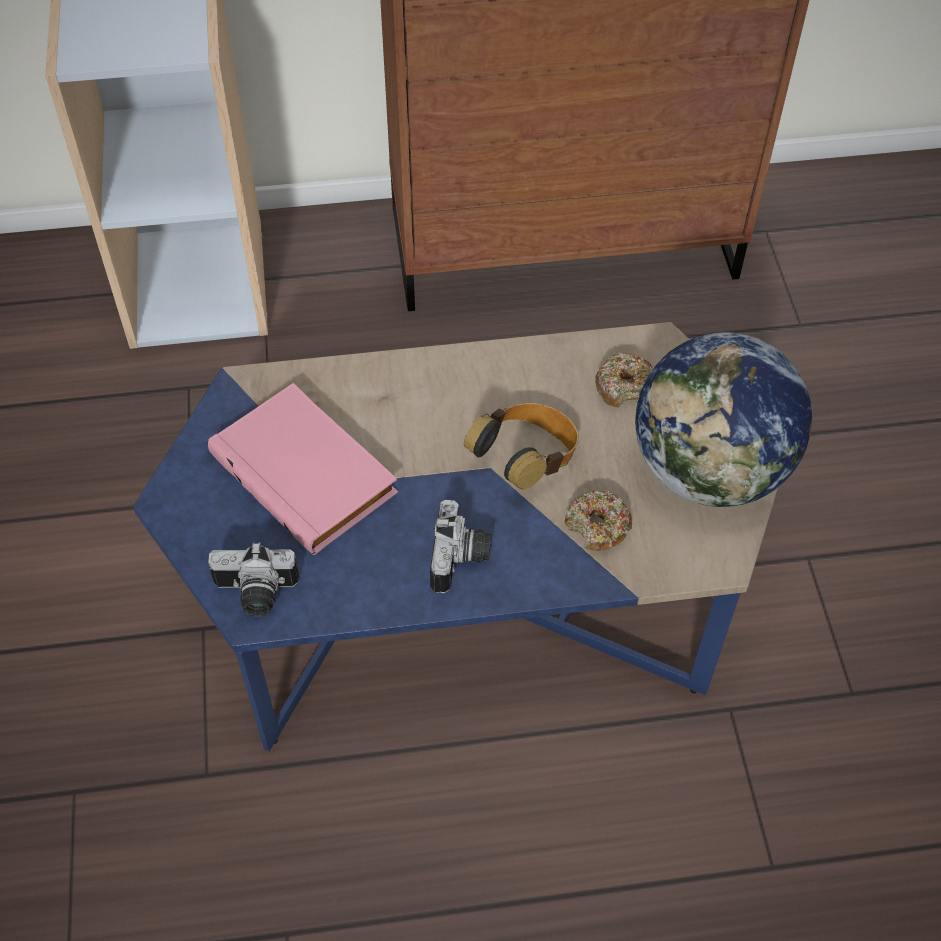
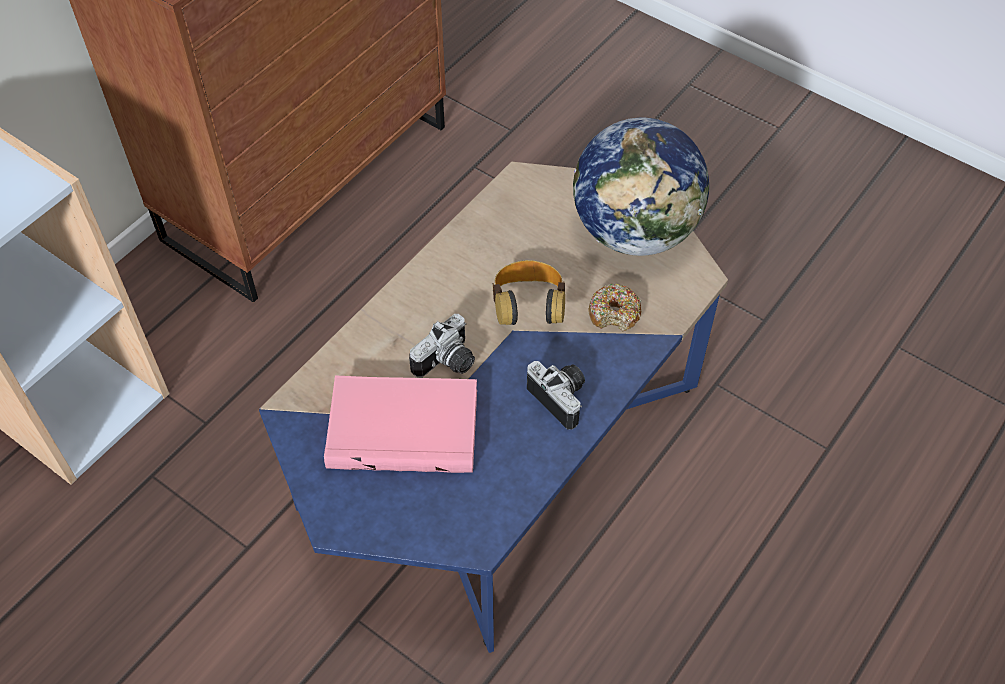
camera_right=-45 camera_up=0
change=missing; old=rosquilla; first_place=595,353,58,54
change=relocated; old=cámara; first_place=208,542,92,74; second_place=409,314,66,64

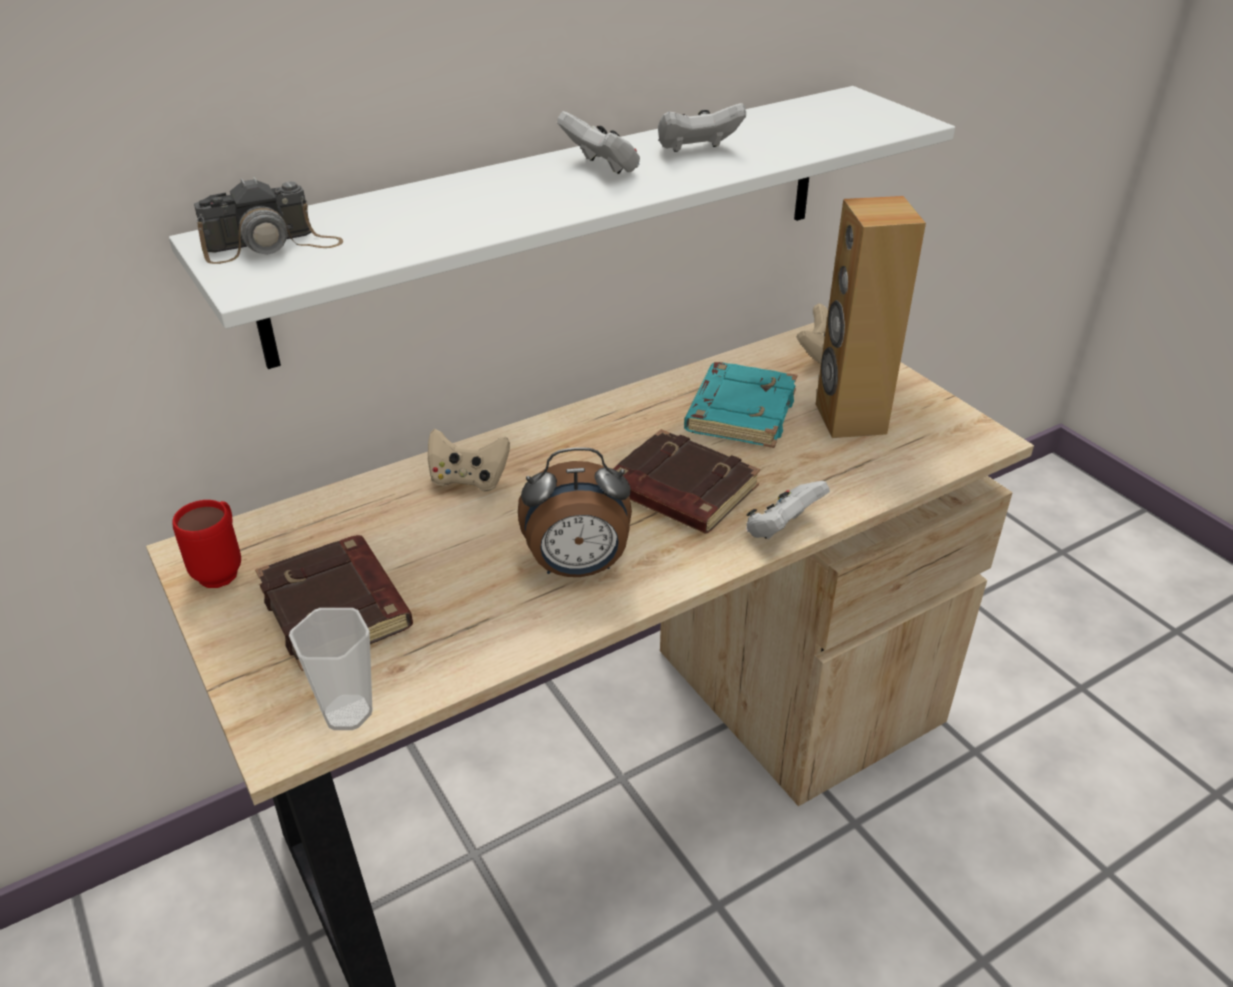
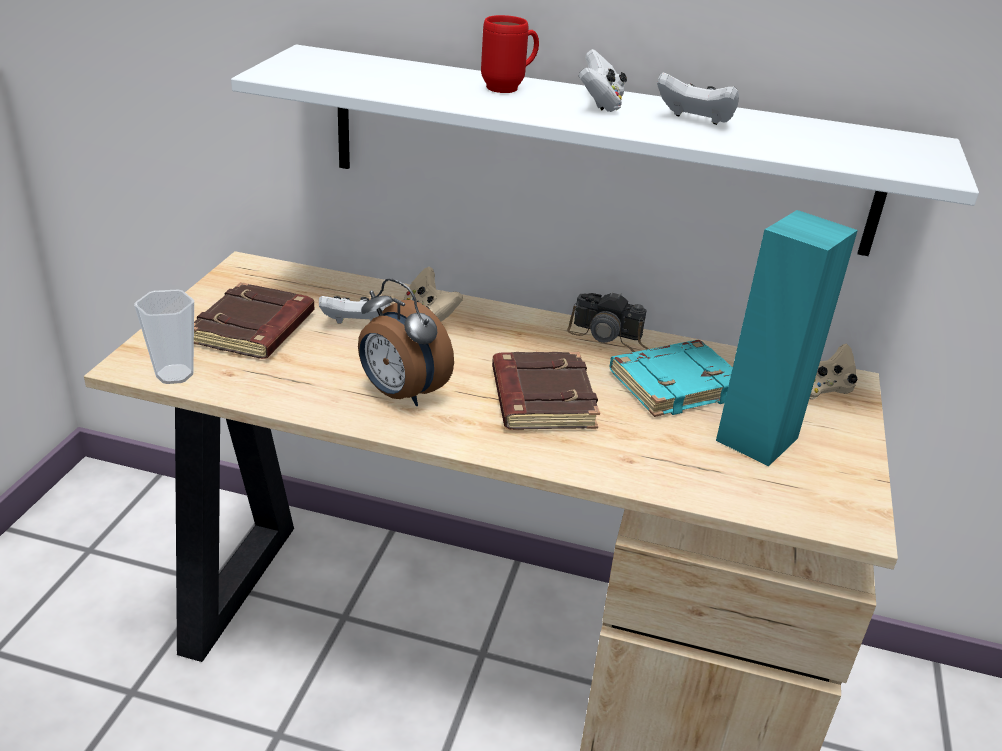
camera_right=45 camera_up=-5
change=relocated; old=cámara; first_place=194,177,149,87; second_place=567,291,82,61
change=colour; old=altavoz [marrón]; new=altavoz [turquesa]; first_place=816,196,110,242; second_place=716,210,142,256
change=relocated; old=mando de consola [blanco]; first_place=746,481,84,58; second_place=319,296,72,27
change=relocated; old=taza grande [rojo]; first_place=173,500,68,88; second_place=481,15,58,78

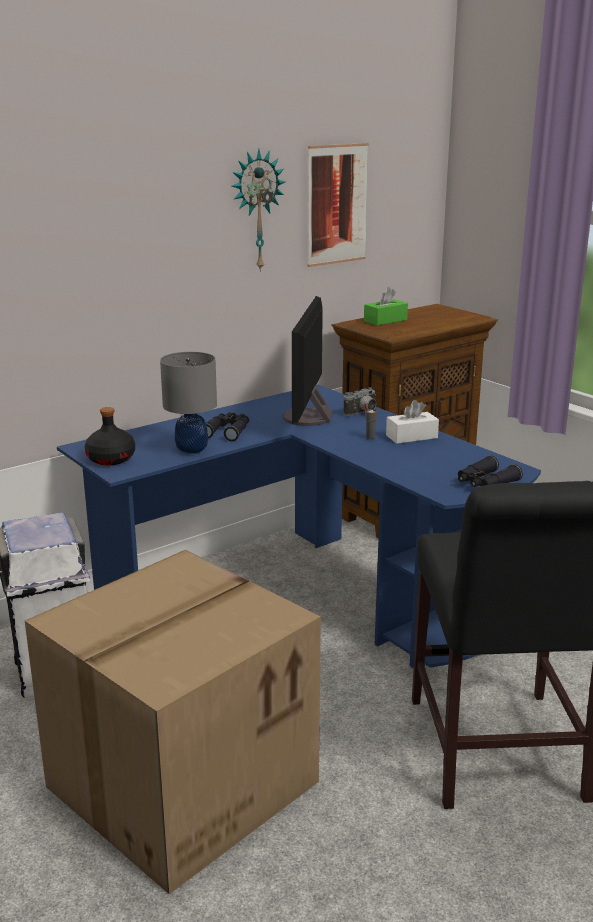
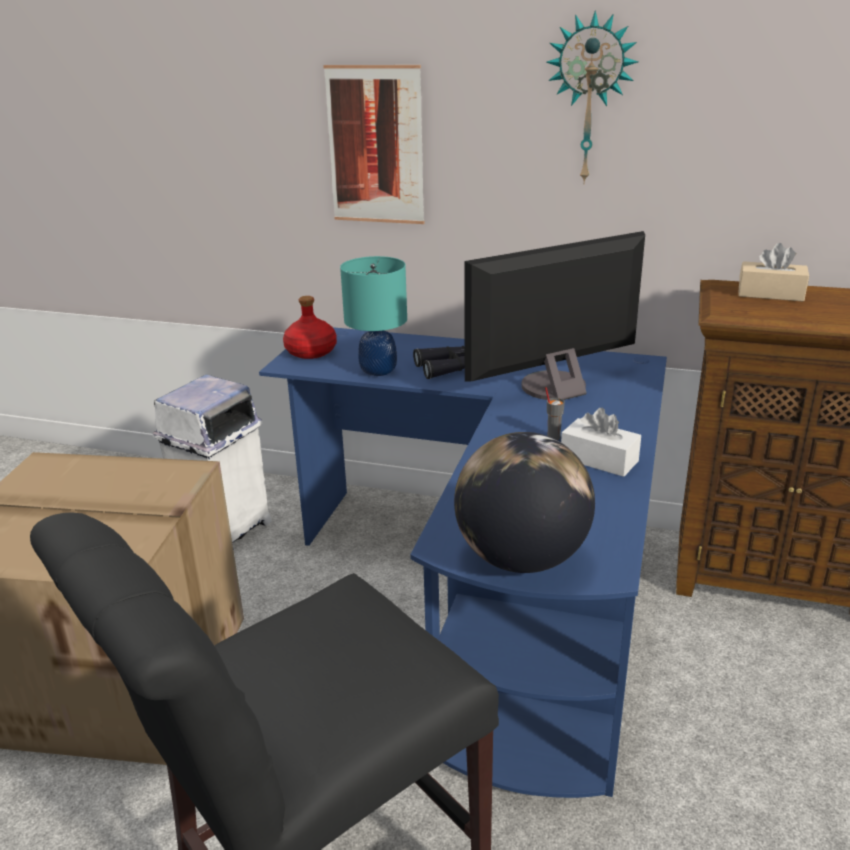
camera_right=55 camera_up=5
change=relocated; old=cuadro; first_place=308,143,61,124; second_place=323,65,102,159
change=colour; old=caja de pañuelos [verde]; new=caja de pañuelos [beis]; first_place=364,287,44,39; second_place=738,243,71,59
change=colour; old=lámpara de mesa [gris]; new=lámpara de mesa [turquesa]; first_place=160,352,57,102; second_place=340,256,67,120
change=missing; old=cámara; first_place=344,387,33,29
change=colour; old=botella [negro]; new=botella [rojo]; first_place=85,407,50,58; second_place=283,296,54,63
change=exchanged; old=prismáticos [negro]; new=globo terráqueo; first_place=458,456,65,31; second_place=454,432,141,141

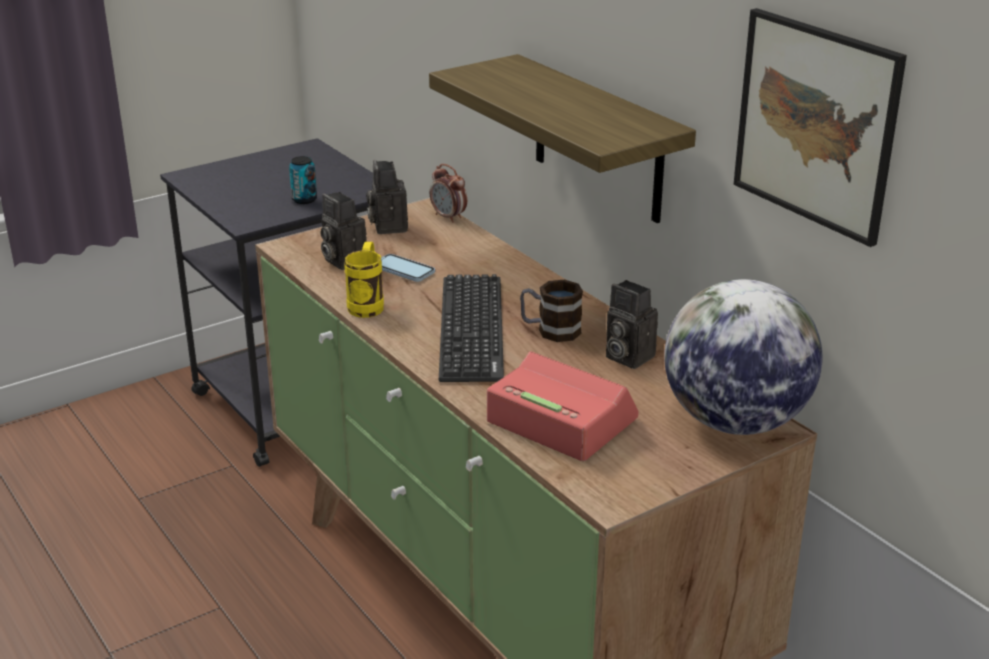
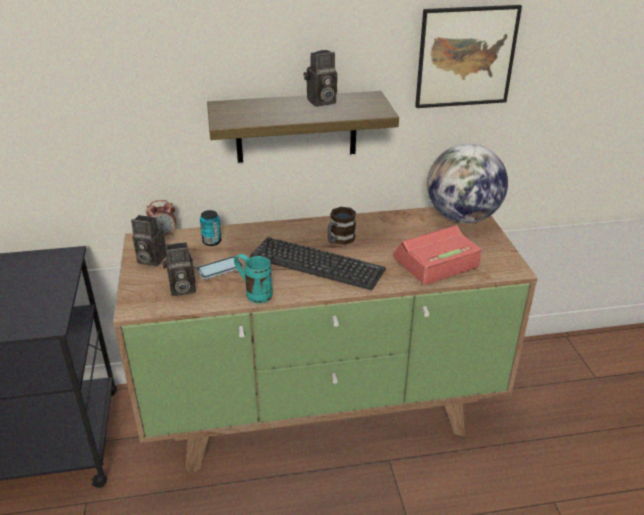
camera_right=-65 camera_up=5
change=relocated; old=lata; first_place=289,156,28,48; second_place=200,210,21,36
change=colour; old=taza grande [amarillo]; new=taza grande [turquesa]; first_place=344,242,40,76; second_place=234,254,38,49
change=relocated; old=cámara; first_place=606,280,52,89; second_place=304,50,33,57

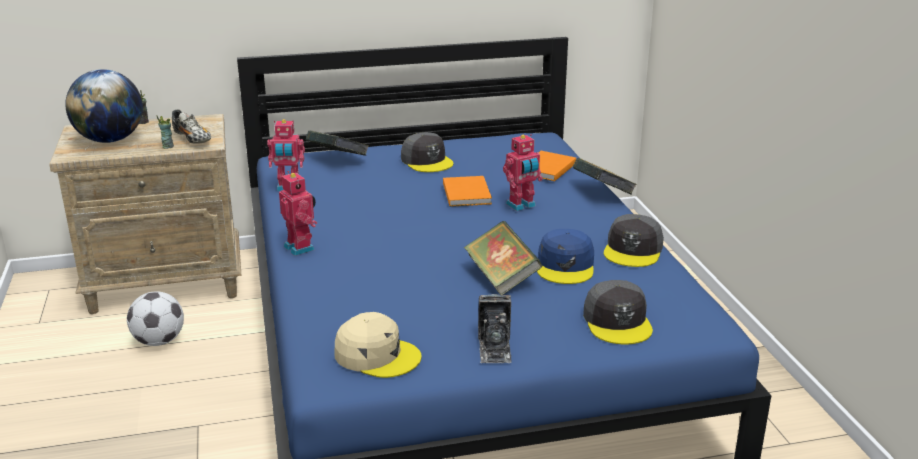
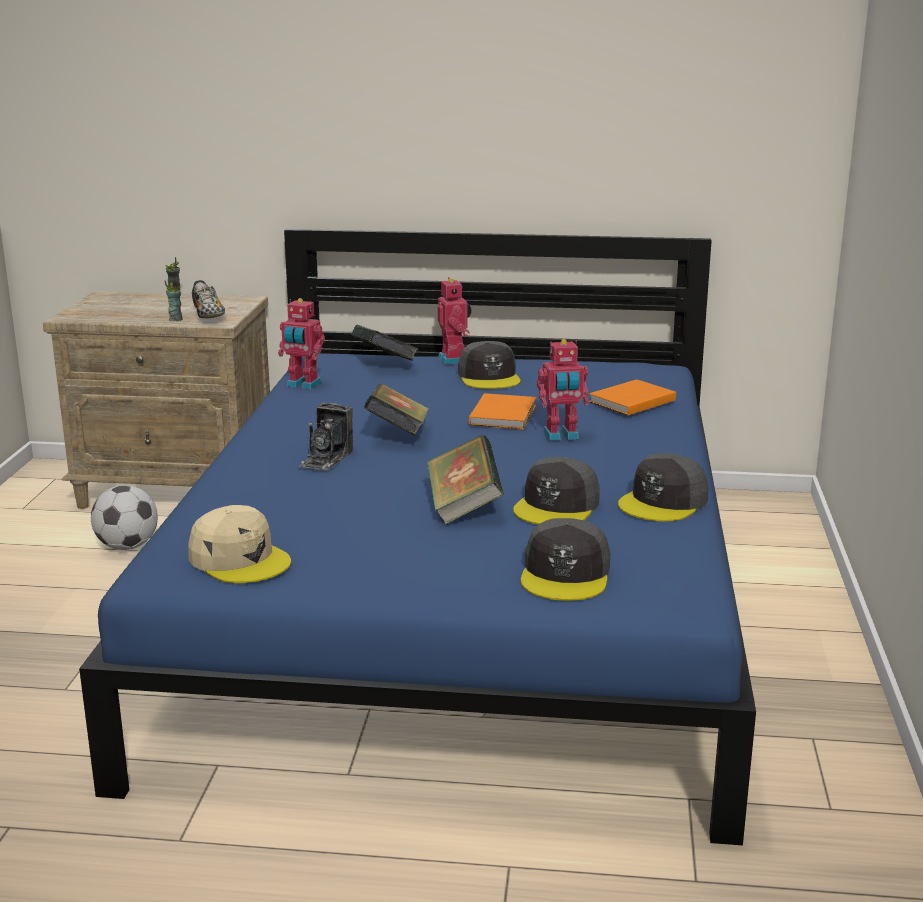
camera_right=20 camera_up=-5
change=missing; old=globo terráqueo; first_place=65,69,78,74
change=relocated; old=libro; first_place=573,158,64,36; second_place=364,384,65,52
change=relocated; old=robot de juguete; first_place=279,171,38,85; second_place=438,277,33,87
change=colour; old=gorra [azul]; new=gorra [gris]; first_place=537,229,57,55; second_place=513,457,87,67
change=relocated; old=cámara; first_place=478,294,34,69; second_place=298,403,55,68

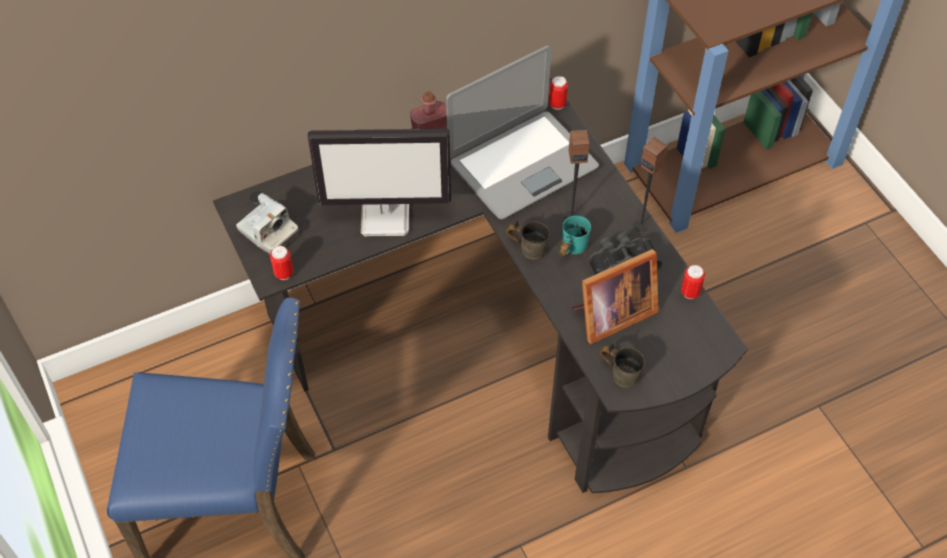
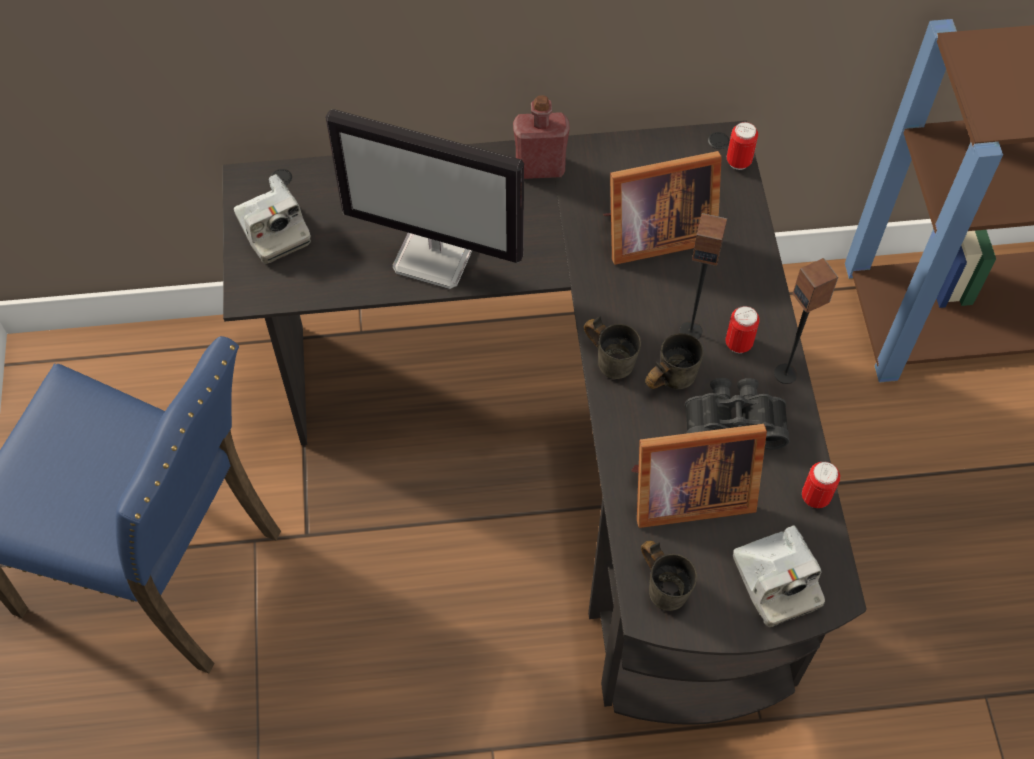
camera_right=20 camera_up=5
change=exchanged; old=portátil; new=portarretratos; first_place=446,45,153,174; second_place=603,151,119,114
change=colour; old=taza grande [turquesa]; new=taza grande [gris]; first_place=559,216,32,41; second_place=645,333,59,56
change=relocated; old=lata; first_place=270,246,23,34; second_place=725,306,35,47
change=appeared; new=cámara; second_place=733,525,92,102

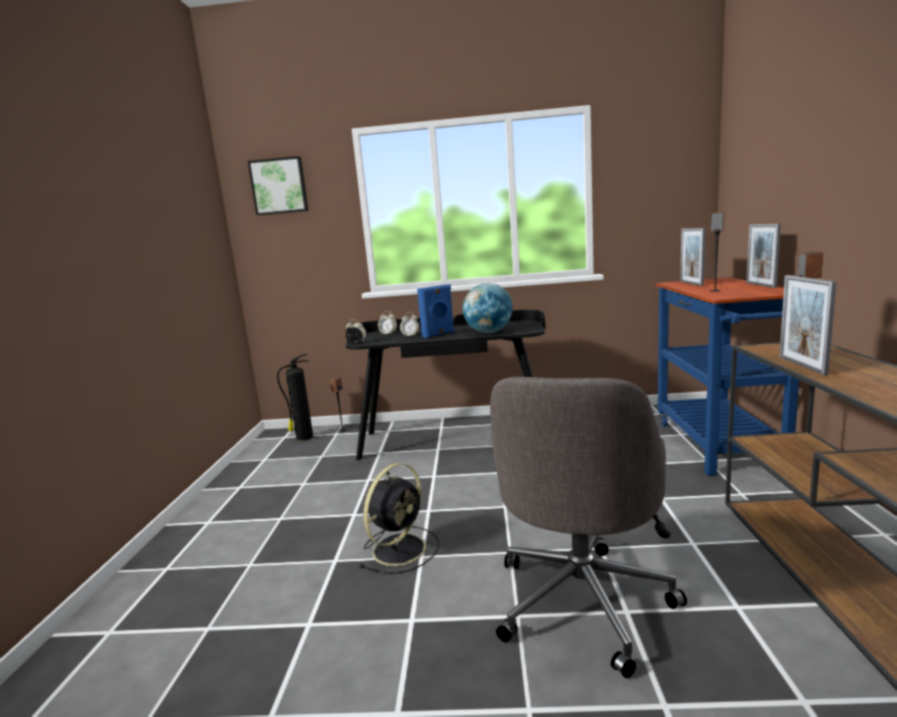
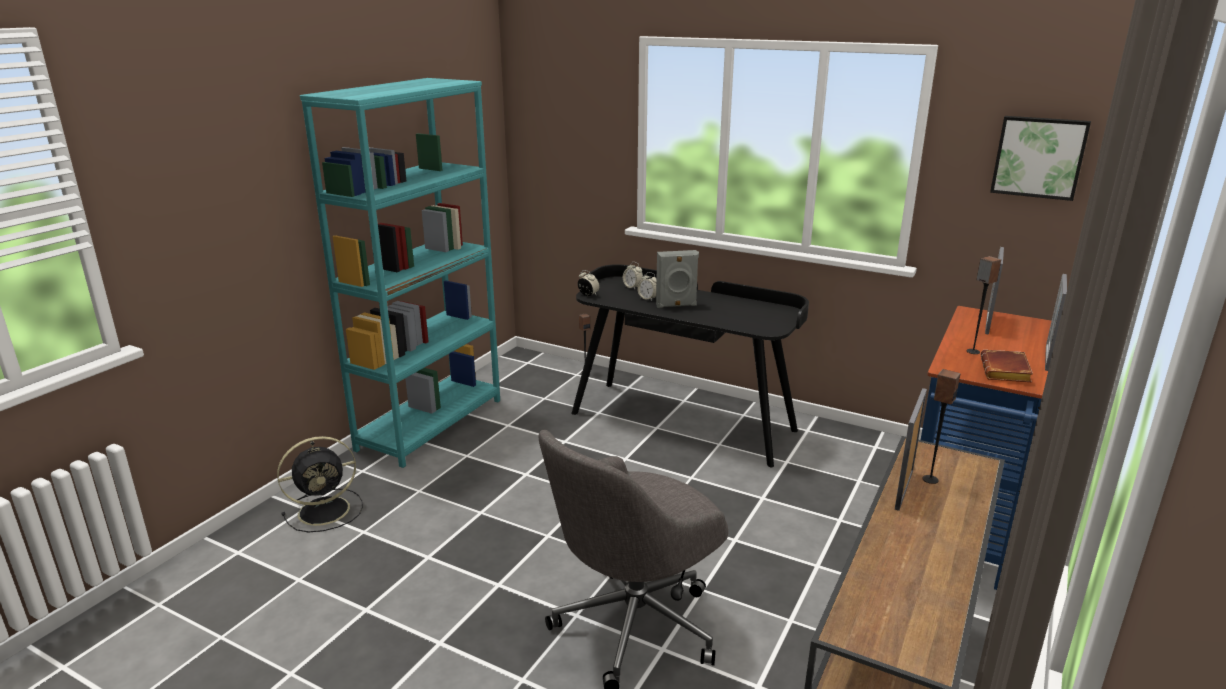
camera_right=25 camera_up=10
change=relocated; old=cuadro; first_place=248,156,60,59; second_place=990,116,101,85
change=missing; old=globo terráqueo; first_place=463,283,50,50
change=colour; old=altavoz [azul]; new=altavoz [gris]; first_place=417,284,38,54; second_place=656,250,43,58
change=missing; old=extintor; first_place=277,354,36,87
change=relocated; old=ventilador [negro]; first_place=360,463,79,111; second_place=277,436,86,96
change=appeared; new=estantería [turquesa]; second_place=300,78,200,390
change=appeared; new=libro [marrón]; second_place=981,350,52,32

